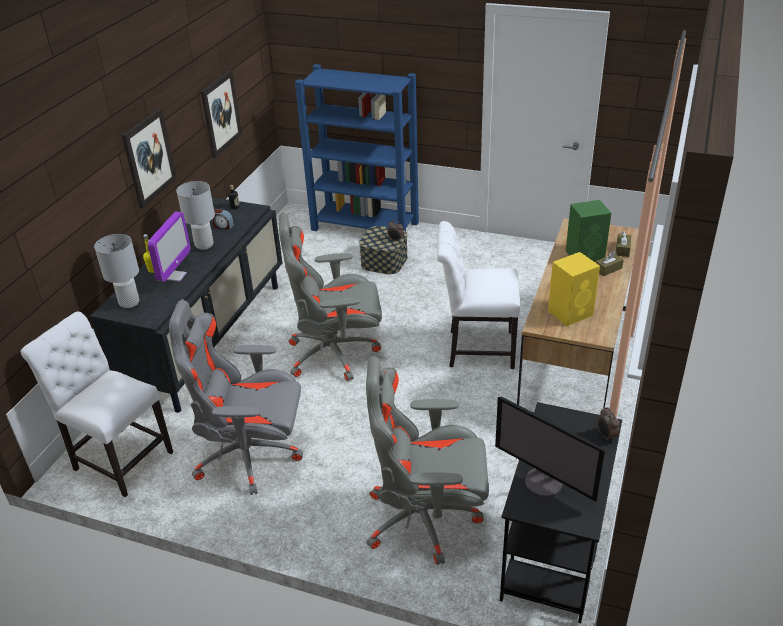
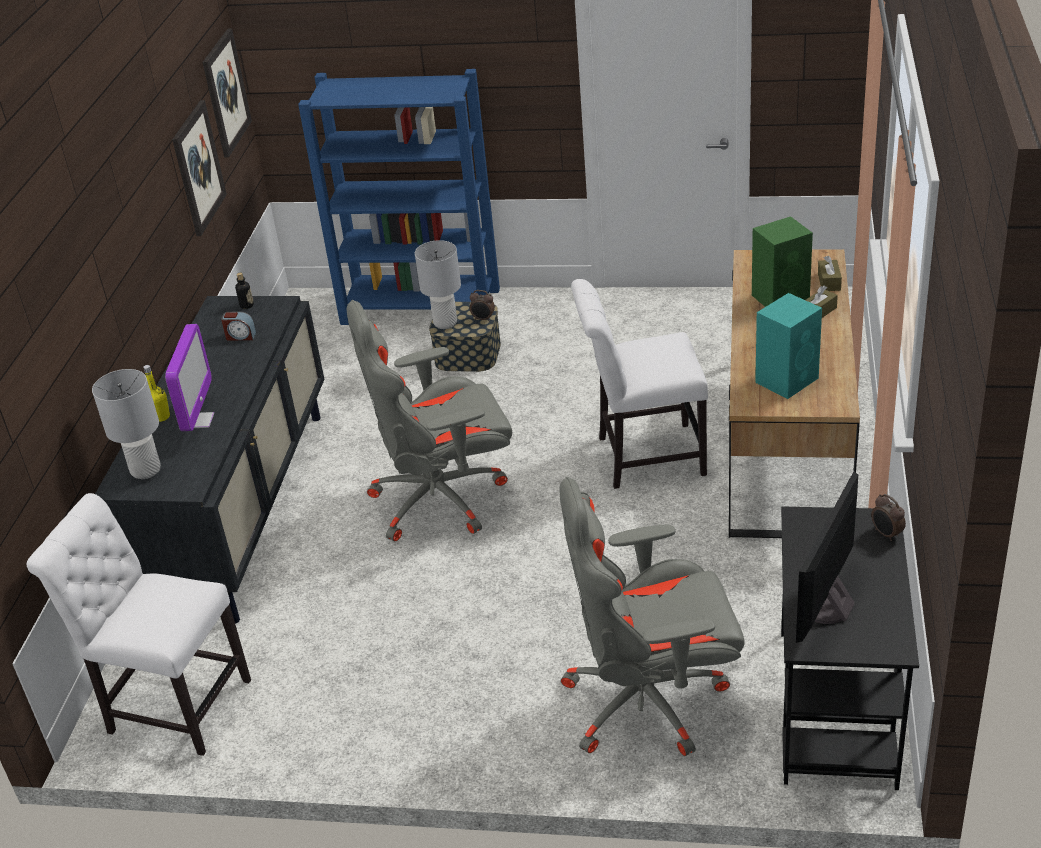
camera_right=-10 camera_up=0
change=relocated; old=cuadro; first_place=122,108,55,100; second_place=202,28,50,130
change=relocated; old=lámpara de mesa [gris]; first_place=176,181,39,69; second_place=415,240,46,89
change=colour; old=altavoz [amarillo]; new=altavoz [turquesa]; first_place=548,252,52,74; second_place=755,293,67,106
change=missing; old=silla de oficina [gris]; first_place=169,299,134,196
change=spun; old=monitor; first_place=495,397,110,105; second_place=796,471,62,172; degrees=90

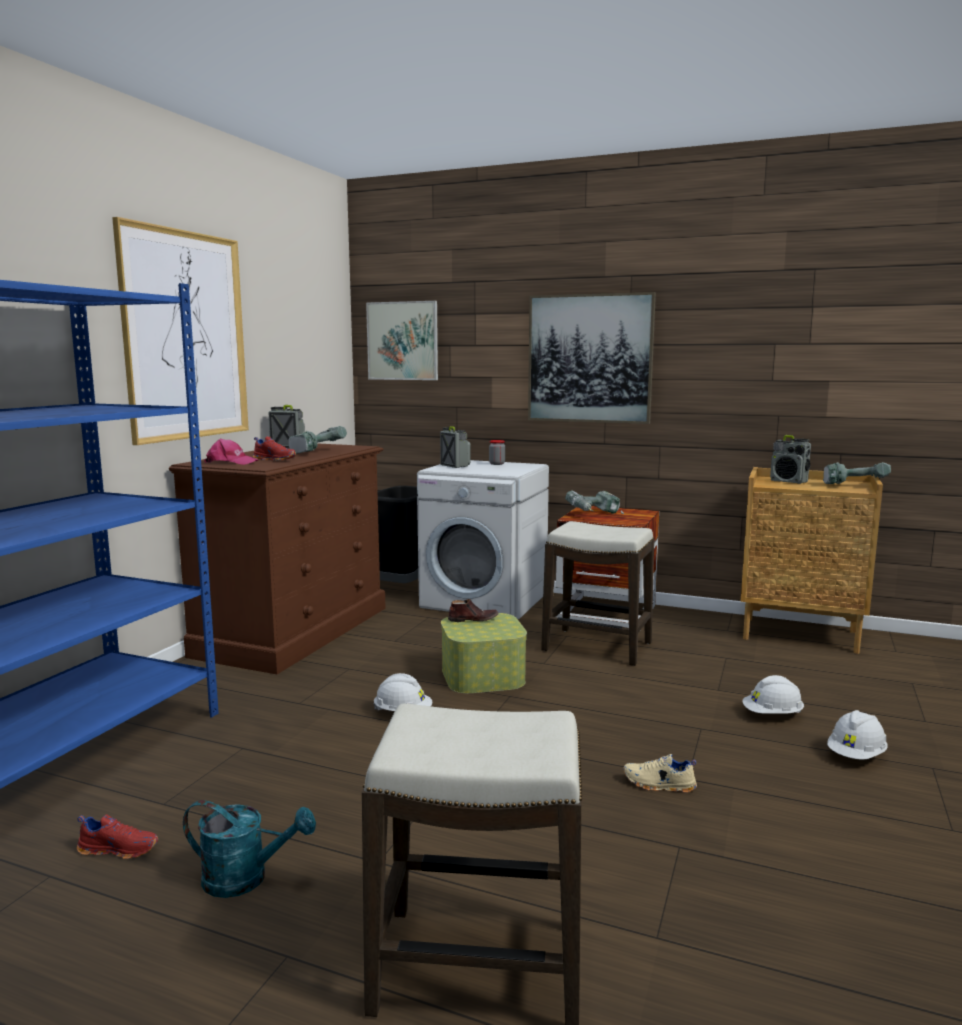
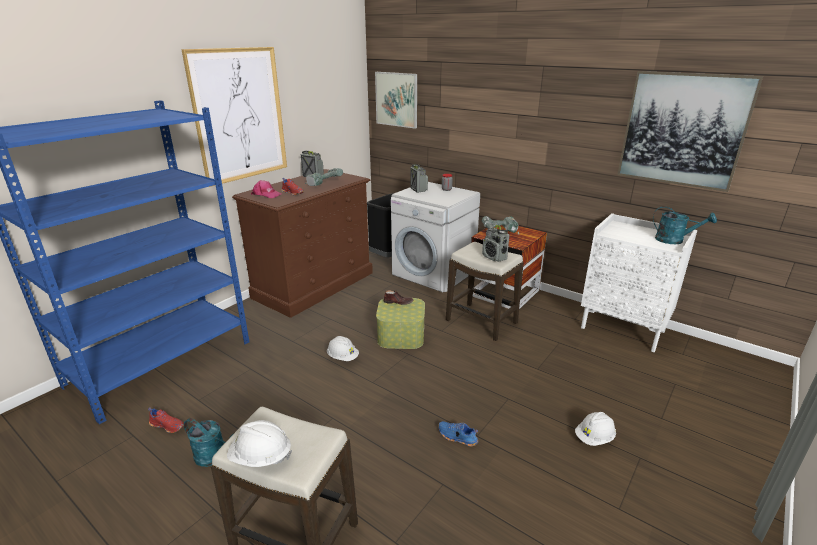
camera_right=15 camera_up=15
change=relocated; old=cuadro; first_place=528,292,128,132; second_place=617,71,146,121
change=relocated; old=radio; first_place=770,435,41,49; second_place=482,225,27,37
change=exchanged; old=taladro; new=regadera [turquesa]; first_place=823,462,68,22; second_place=653,206,64,38
change=colour; old=armario [marrón]; new=armario [blanco]; first_place=741,467,142,187; second_place=581,213,117,139
change=relocated; old=casco [blanco]; first_place=742,675,62,39; second_place=227,420,65,47
change=colour; old=zapato [beis]; new=zapato [azul]; first_place=624,754,73,39; second_place=438,421,40,26

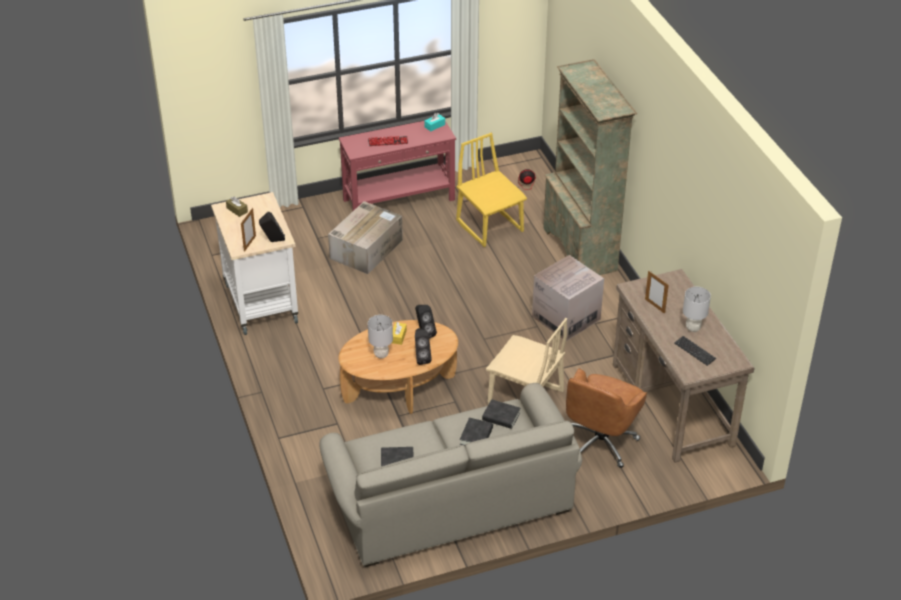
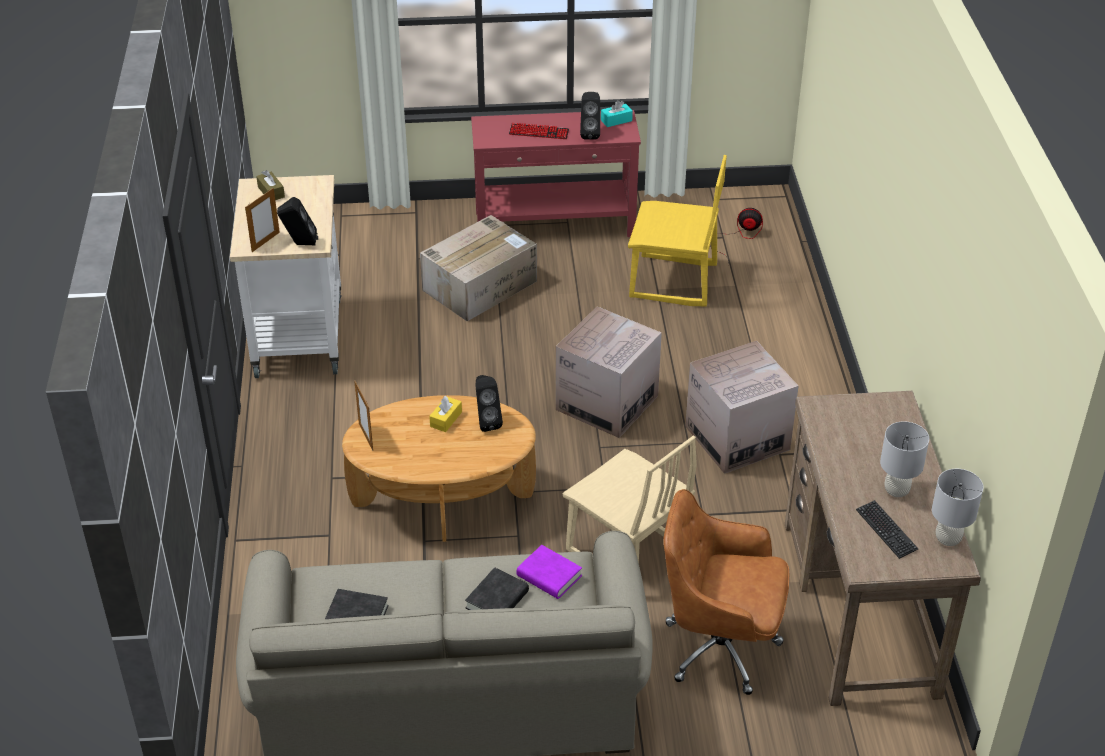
camera_right=15 camera_up=0
change=missing; old=estantería [verde]; first_place=543,59,95,216
change=spun; old=silla [amarillo]; first_place=456,133,71,114; second_place=628,155,99,151; degrees=120
change=relocated; old=portarretratos; first_place=645,271,24,43; second_place=354,380,19,71
change=relocated; old=lámpara de mesa [gris]; first_place=368,315,25,43; second_place=932,469,51,77
change=relocated; old=altavoz [negro]; first_place=415,328,17,37; second_place=580,92,20,48
change=spun; old=silla de oficina [marrón]; first_place=566,368,81,100; second_place=663,489,126,206; degrees=60
change=colour; old=libro [negro]; new=libro [morado]; first_place=482,399,38,30; second_place=516,545,66,54
change=appeared; new=caja de cartón; second_place=556,306,106,132

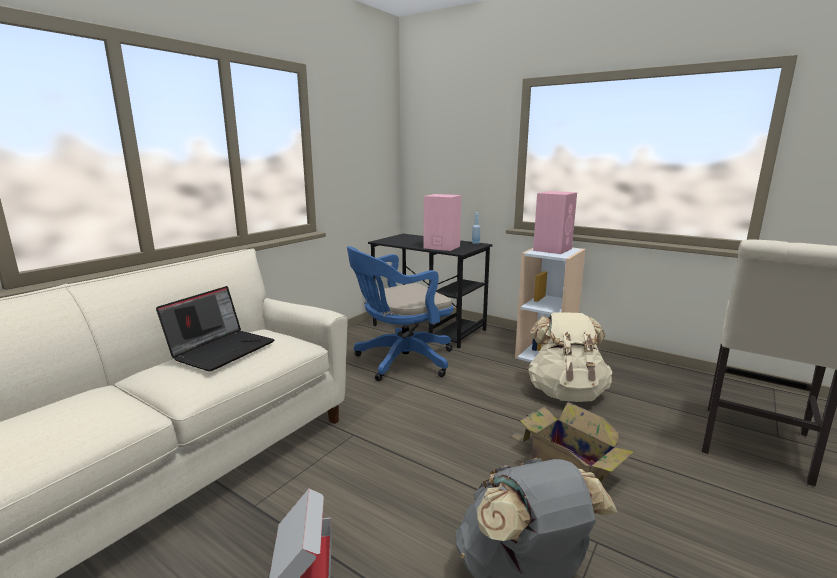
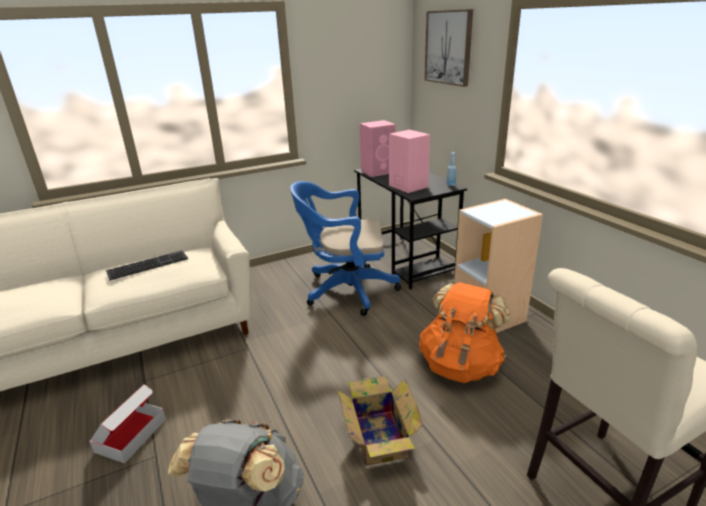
camera_right=30 camera_up=10
change=relocated; old=altavoz [rosa]; first_place=533,191,44,63; second_place=360,120,36,57
change=exchanged; old=portátil; new=teclado; first_place=156,286,119,86; second_place=106,250,82,31
change=colour; old=mochila [beis]; new=mochila [naranja]; first_place=527,313,85,89; second_place=419,283,92,100
change=appeared; new=cuadro; second_place=425,9,48,78

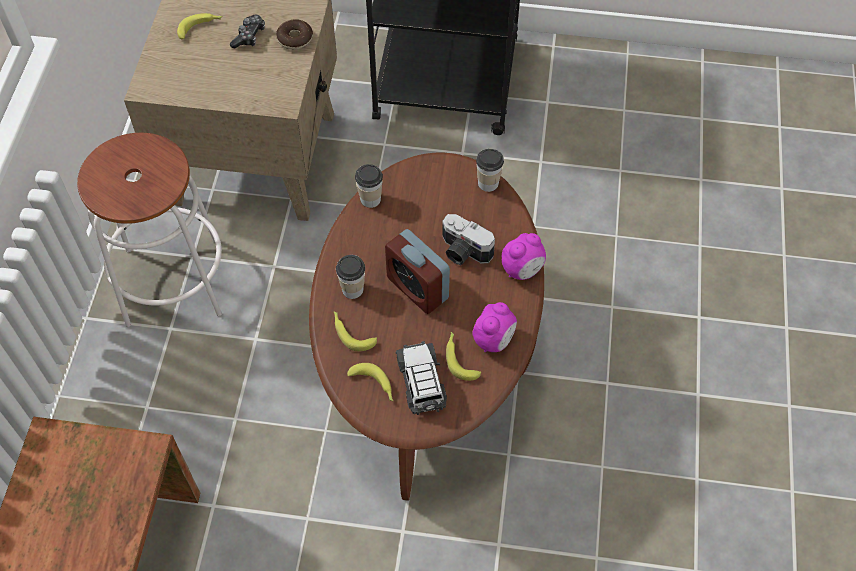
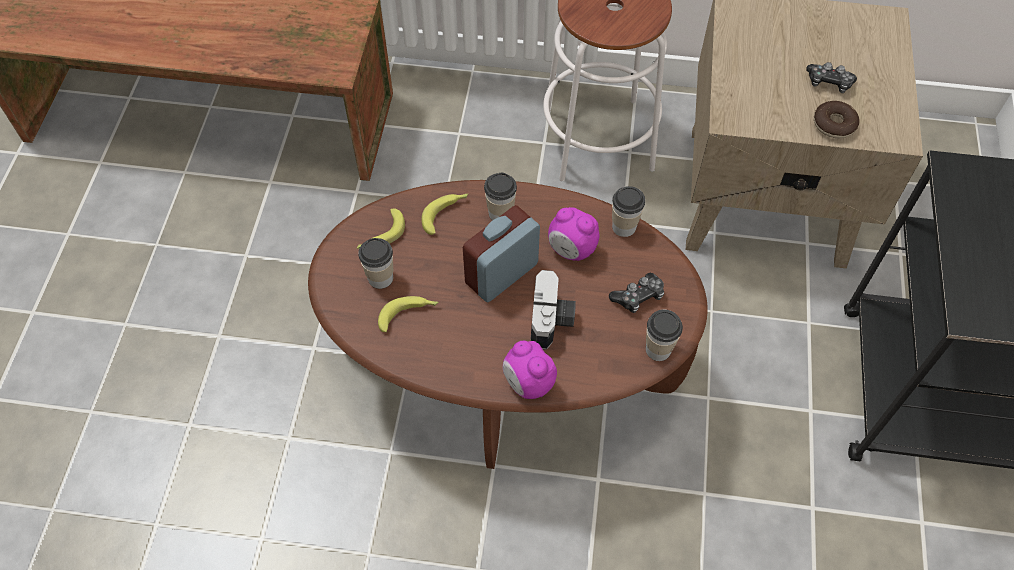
camera_right=90 camera_up=0
change=missing; old=plátano; first_place=177,13,45,26
change=spun; old=cámara; first_place=442,214,53,51; second_place=530,270,46,80; degrees=150
change=relocated; old=despertador; first_place=473,302,44,50; second_place=548,207,52,54
change=exchanged; old=coche de juguete; new=taza; first_place=396,341,51,74; second_place=358,238,35,51
change=appeared; new=mando de consola; second_place=609,273,55,40

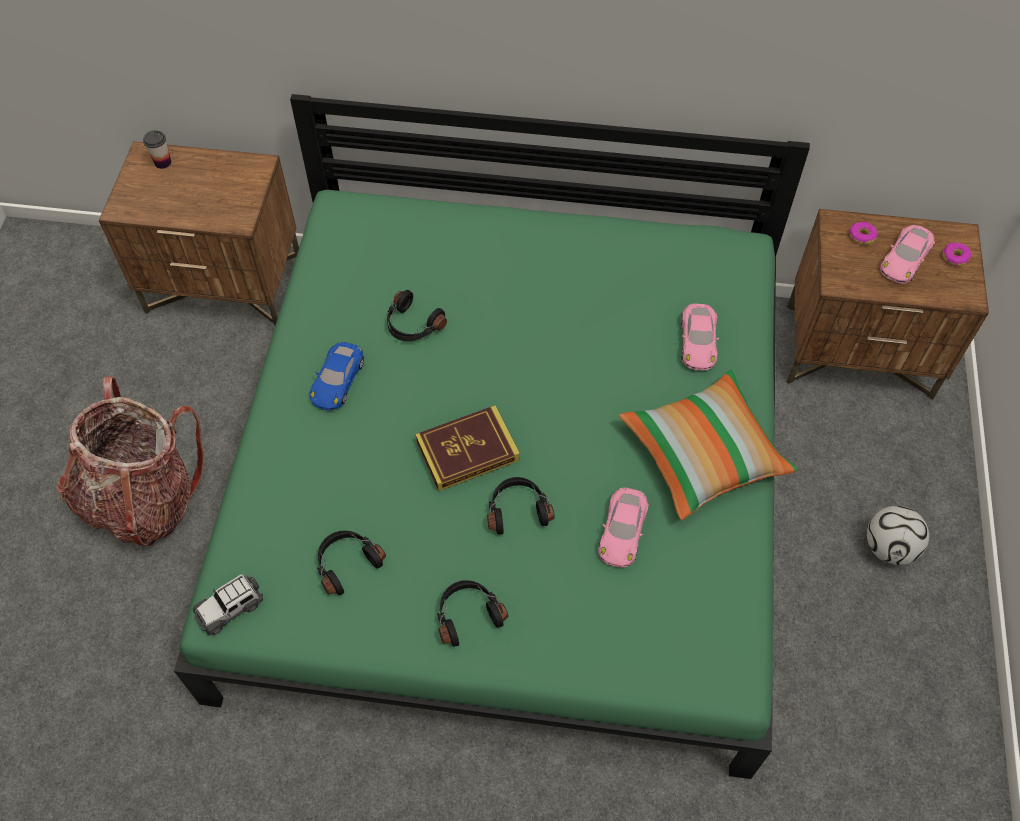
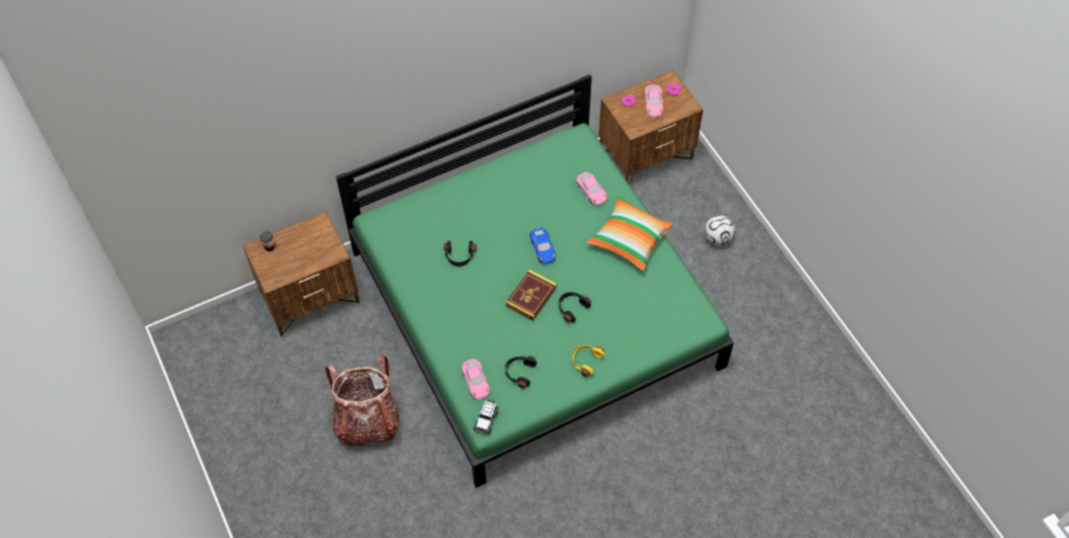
camera_right=-35 camera_up=0
change=relocated; old=coche de juguete [azul]; first_place=309,342,55,69; second_place=529,228,27,36
change=relocated; old=coche de juguete [rosa]; first_place=598,488,51,80; second_place=462,359,28,41
change=colour; old=auriculares [negro]; new=auriculares [amarillo]; first_place=437,580,71,67; second_place=572,345,33,32

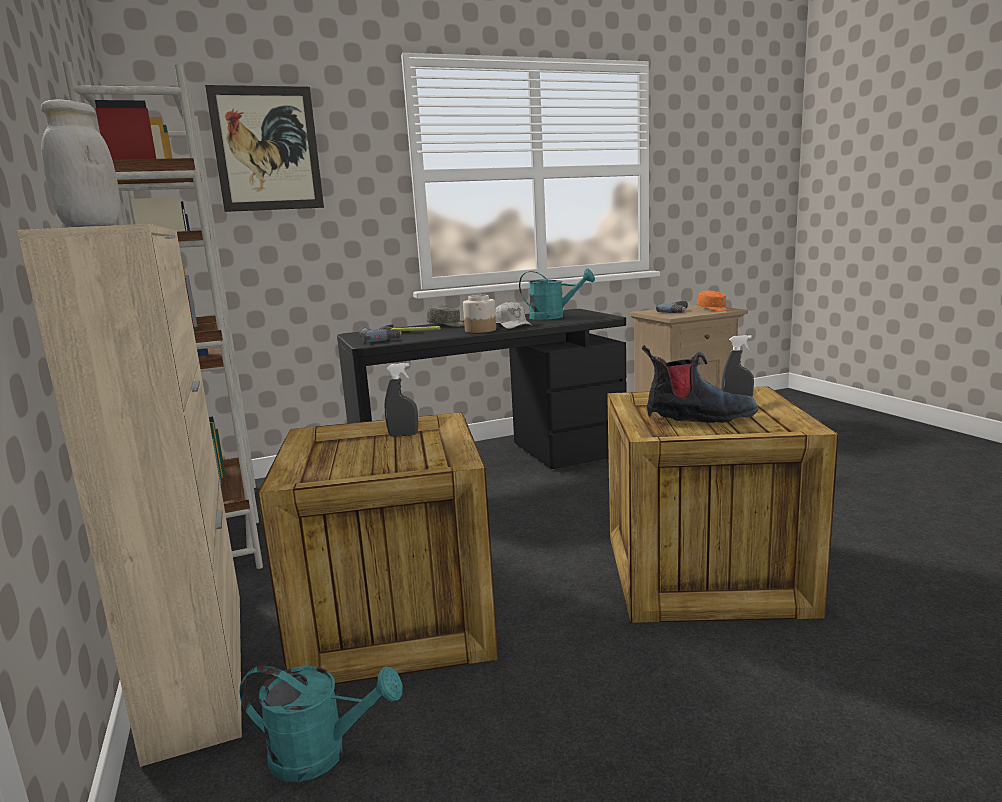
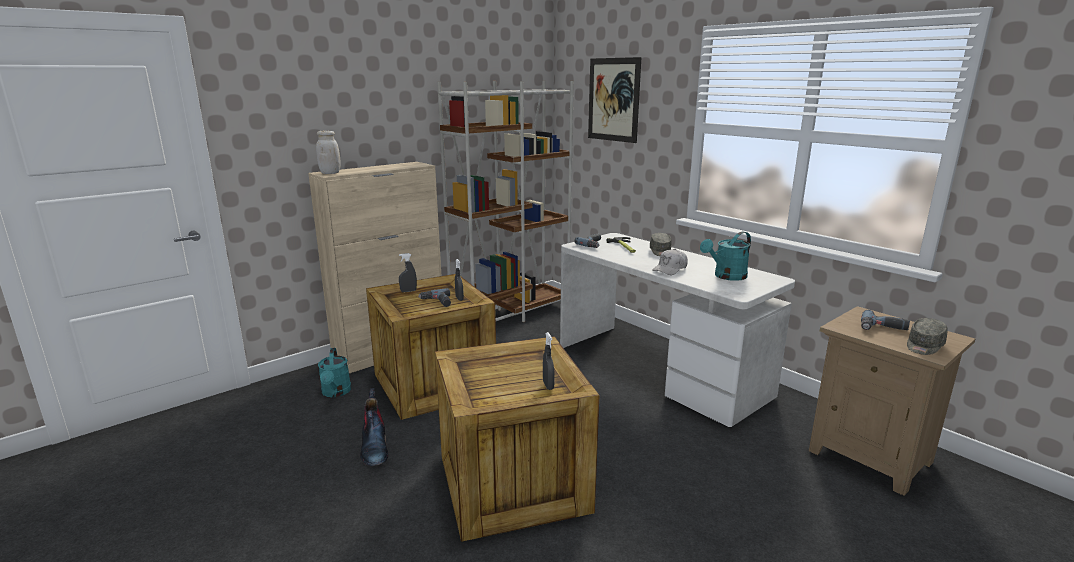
camera_right=70 camera_up=5
change=spun; old=regadera [turquesa]; first_place=519,268,76,52; second_place=700,231,51,50; degrees=60
change=colour; old=gorra [naranja]; new=gorra [gris]; first_place=697,291,33,20; second_place=907,318,41,37
change=missing; old=tarro; first_place=463,295,33,38
change=colour; old=escritorio [negro]; new=escritorio [blanco]; first_place=337,309,290,160; second_place=560,233,235,194
change=relocated; old=bota; first_place=642,345,116,78; second_place=360,388,28,78
change=appeared; new=pulverizador [gris]; second_place=399,253,18,39
change=appeared; new=taladro; second_place=419,288,32,19

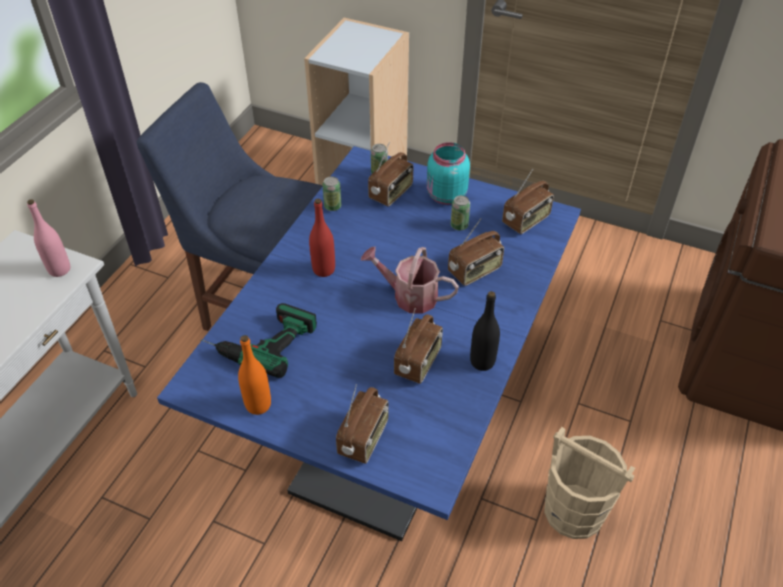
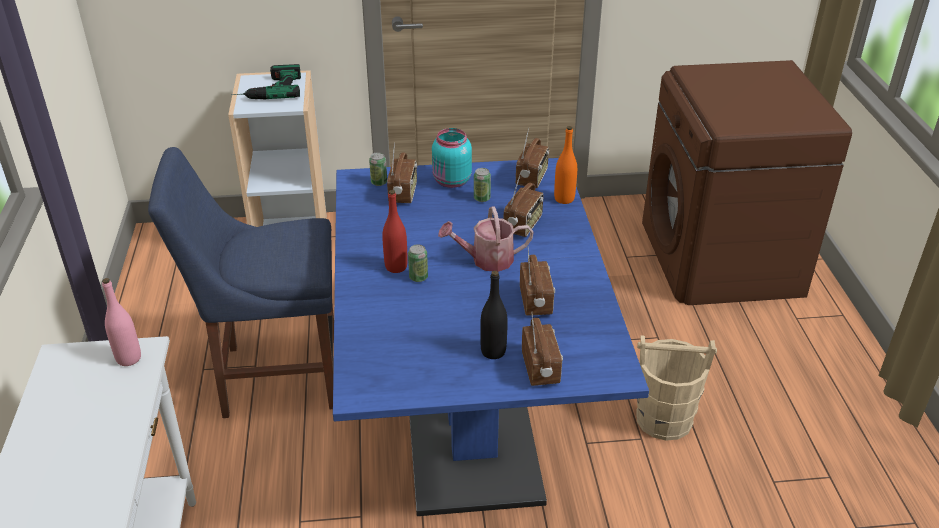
camera_right=-30 camera_up=-10
change=relocated; old=lata; first_place=322,176,19,35; second_place=408,244,20,38
change=relocated; old=botella [negro]; first_place=470,291,30,80; second_place=480,271,28,88
change=relocated; old=taladro; first_place=201,303,116,75; second_place=231,64,70,35
change=relocated; old=botella [naranja]; first_place=238,335,33,80; second_place=554,126,23,78

